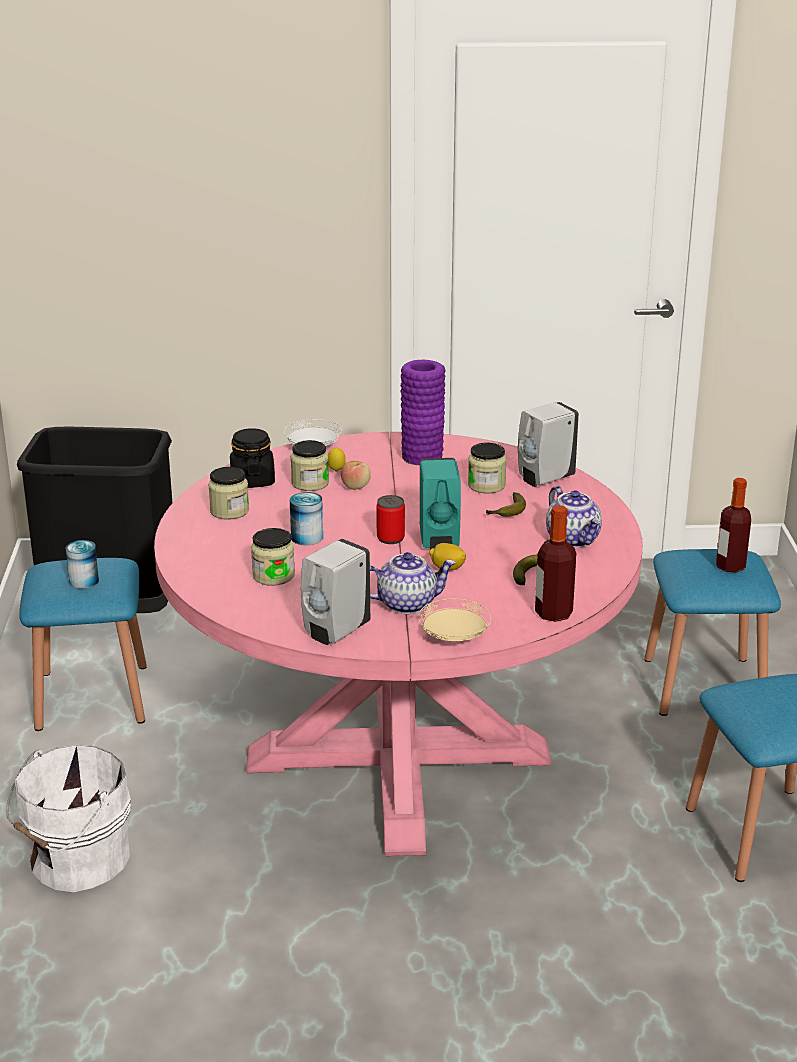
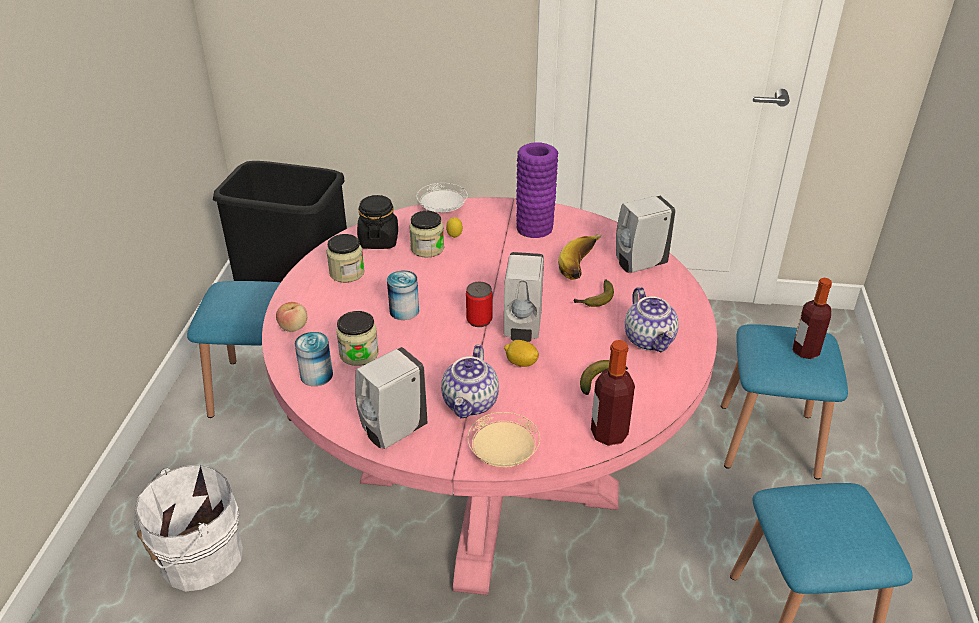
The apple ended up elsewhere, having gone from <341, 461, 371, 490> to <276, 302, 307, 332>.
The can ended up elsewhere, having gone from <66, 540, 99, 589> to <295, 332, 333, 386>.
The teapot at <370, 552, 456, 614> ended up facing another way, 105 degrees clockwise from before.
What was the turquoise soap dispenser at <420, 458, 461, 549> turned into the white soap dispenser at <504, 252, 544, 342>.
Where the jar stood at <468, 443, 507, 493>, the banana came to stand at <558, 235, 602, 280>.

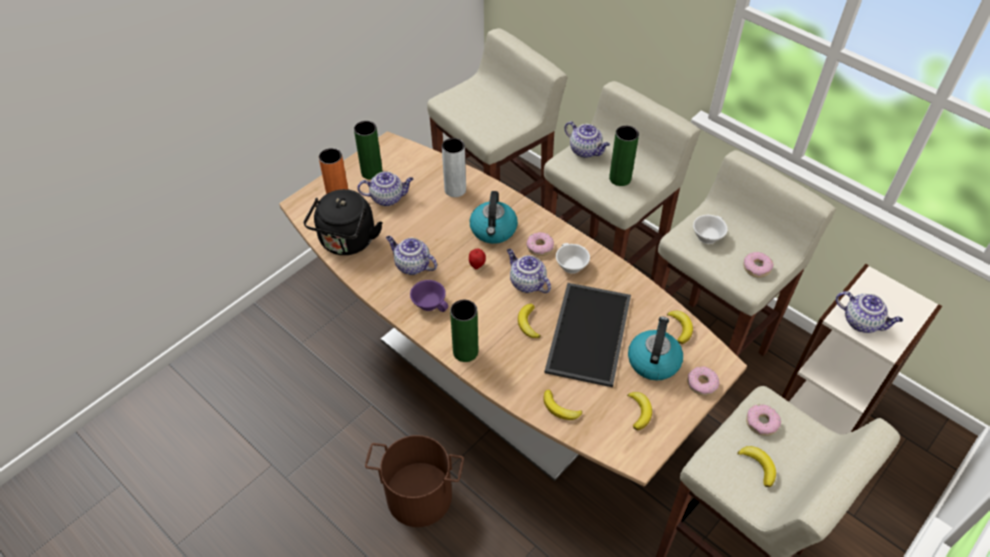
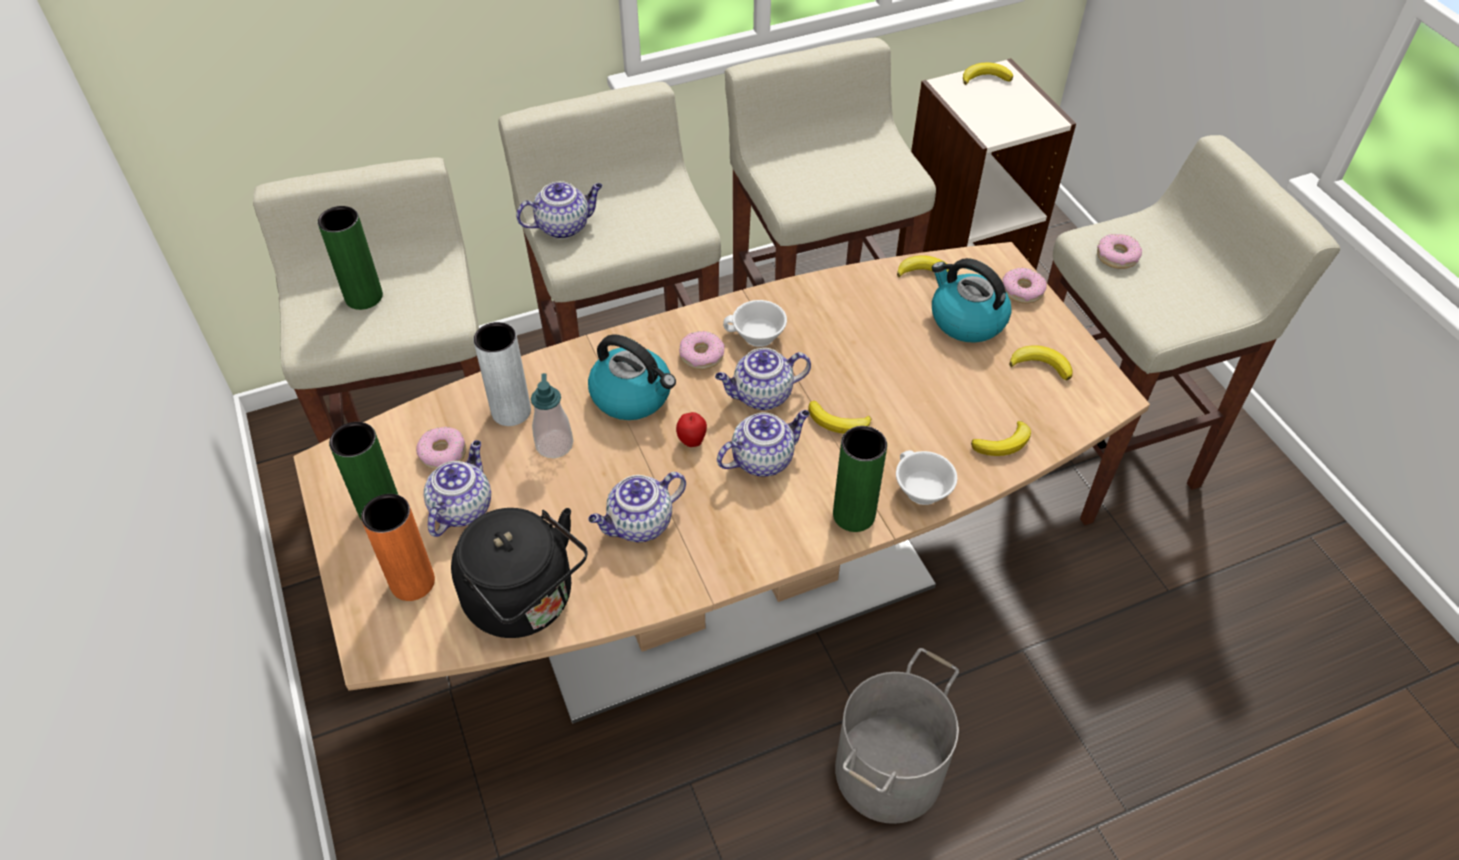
The green vase ended up elsewhere, having gone from <609, 126, 639, 186> to <318, 206, 383, 310>.
The donut ended up elsewhere, having gone from <743, 252, 773, 278> to <416, 427, 466, 470>.
The second view gained the soap dispenser at <531, 373, 573, 458>.
The teapot ended up elsewhere, having gone from <836, 291, 903, 333> to <717, 410, 810, 477>.
What was the brown bucket at <365, 435, 464, 527> turned into the grey bucket at <835, 648, 959, 824>.
The white cup ended up elsewhere, having gone from <693, 215, 728, 244> to <896, 450, 957, 505>.
The banana ended up elsewhere, having gone from <737, 446, 776, 487> to <963, 63, 1013, 85>.
The second view lost the purple cup at <410, 280, 448, 312>.
The second view lost the tray at <544, 283, 631, 387>.

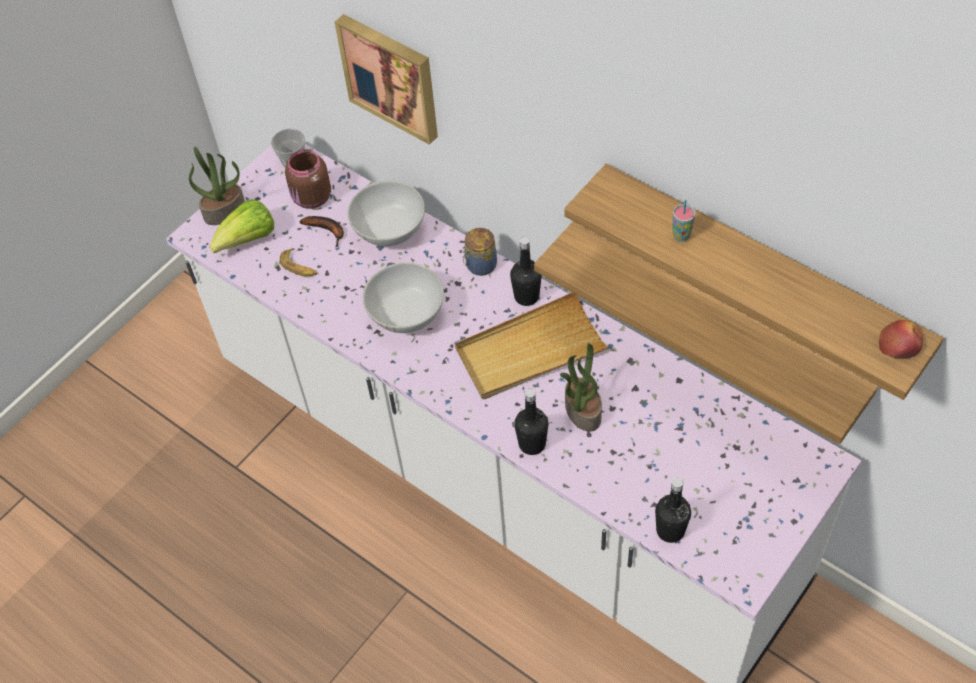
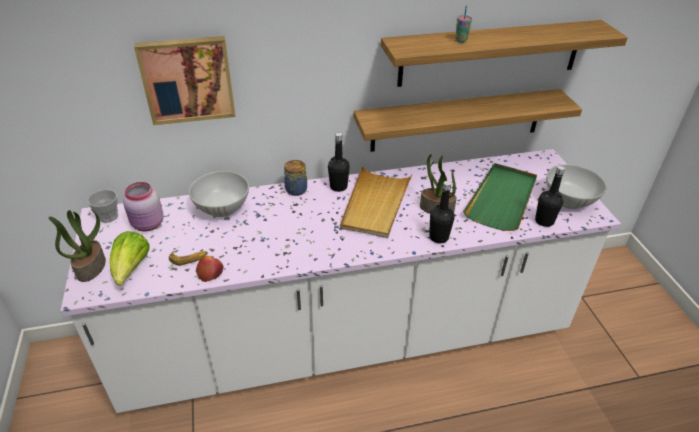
What was the brown jar at <285, 149, 331, 209> turned into the pink jar at <123, 182, 164, 232>.
The apple ended up elsewhere, having gone from <879, 320, 923, 359> to <196, 256, 223, 282>.
The second view gained the green tray at <463, 163, 537, 231>.
The white bowl ended up elsewhere, having gone from <363, 263, 444, 333> to <546, 164, 607, 209>.
The second view lost the banana at <300, 216, 344, 248>.

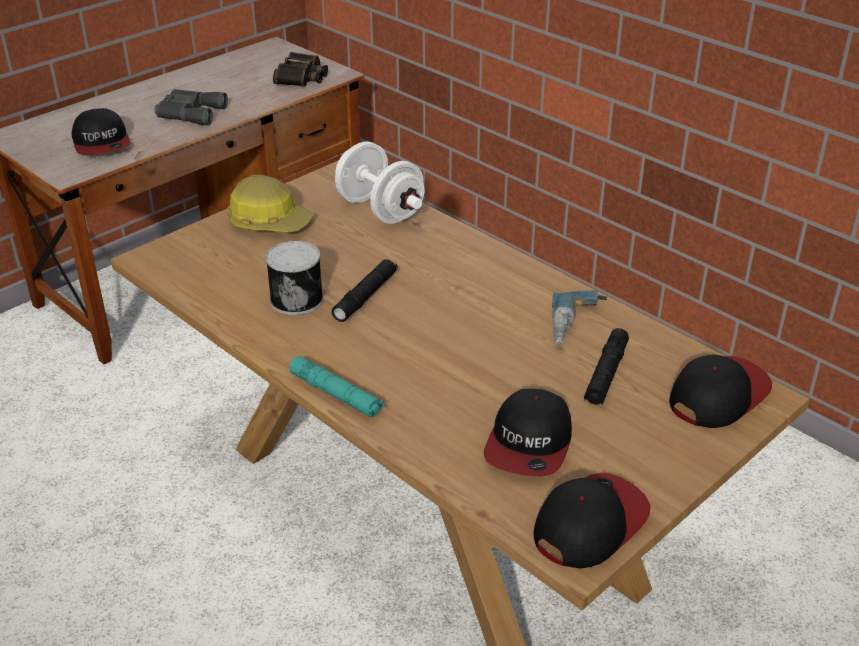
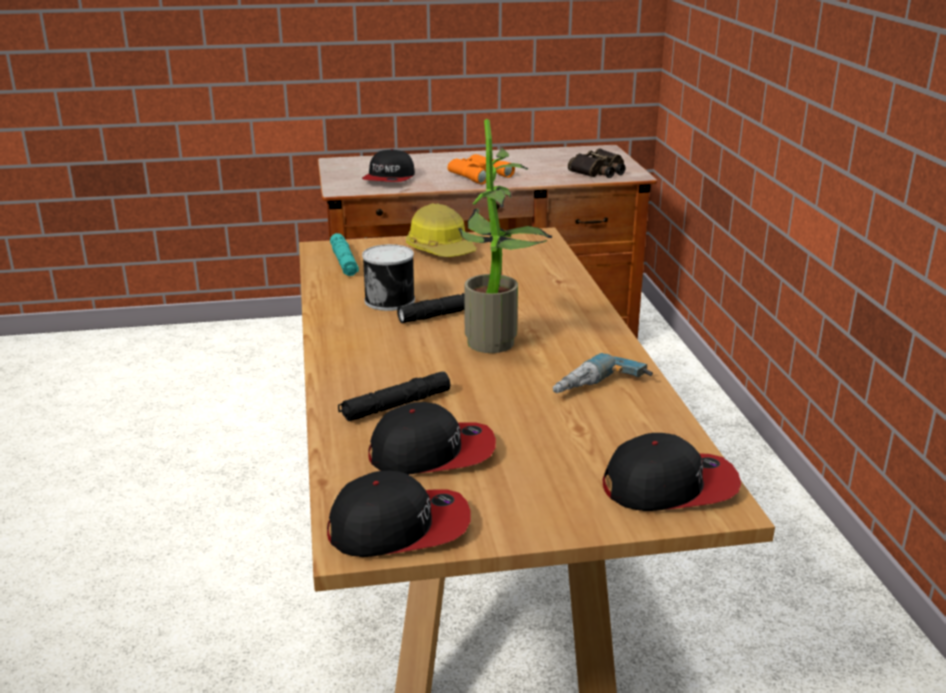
The turquoise flashlight ended up elsewhere, having gone from <289, 356, 385, 418> to <330, 233, 359, 276>.
The black flashlight ended up elsewhere, having gone from <584, 328, 629, 405> to <338, 371, 450, 421>.
The cap at <484, 389, 572, 477> ended up facing another way, 150 degrees counterclockwise from before.
What was the grey binoculars at <154, 89, 228, 125> turned into the orange binoculars at <448, 154, 515, 185>.
The second view gained the potted plant at <458, 119, 552, 353>.
The second view lost the white dumbbell at <335, 141, 425, 224>.

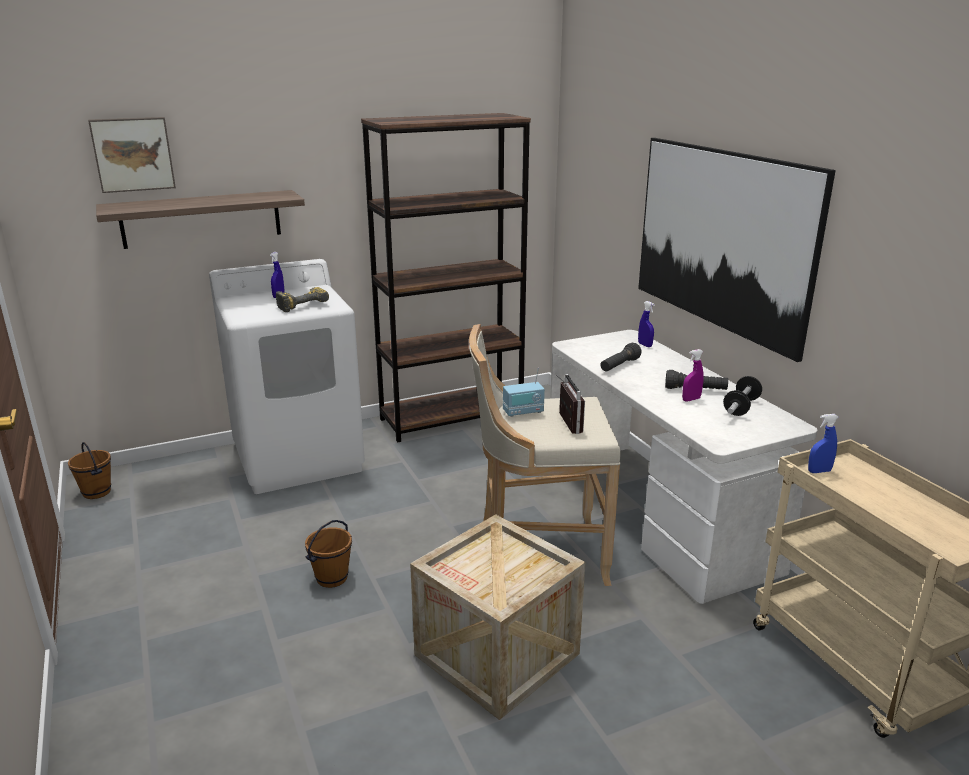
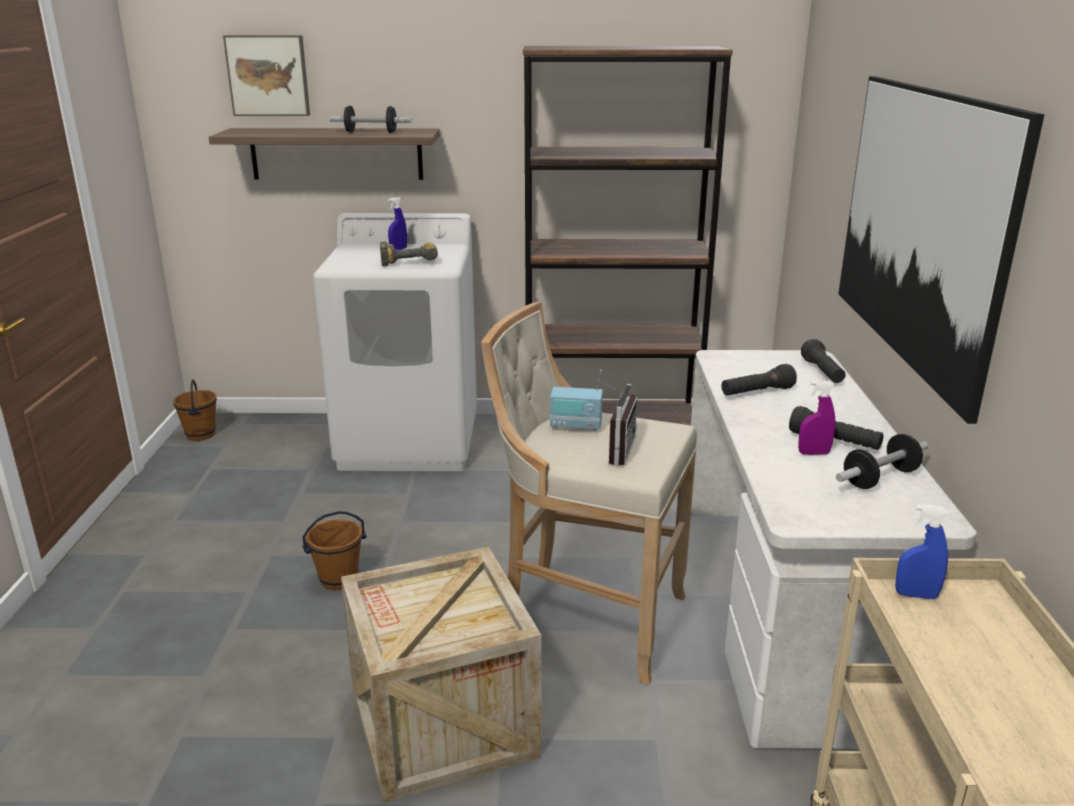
The second view gained the dumbbell at <329, 106, 412, 133>.
Where the blue spray bottle stood at <638, 301, 655, 347>, the black flashlight came to stand at <801, 339, 846, 383>.

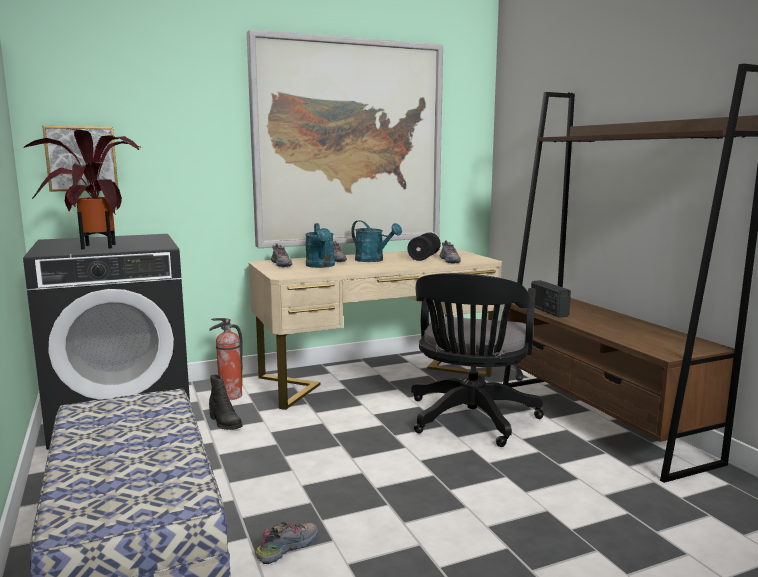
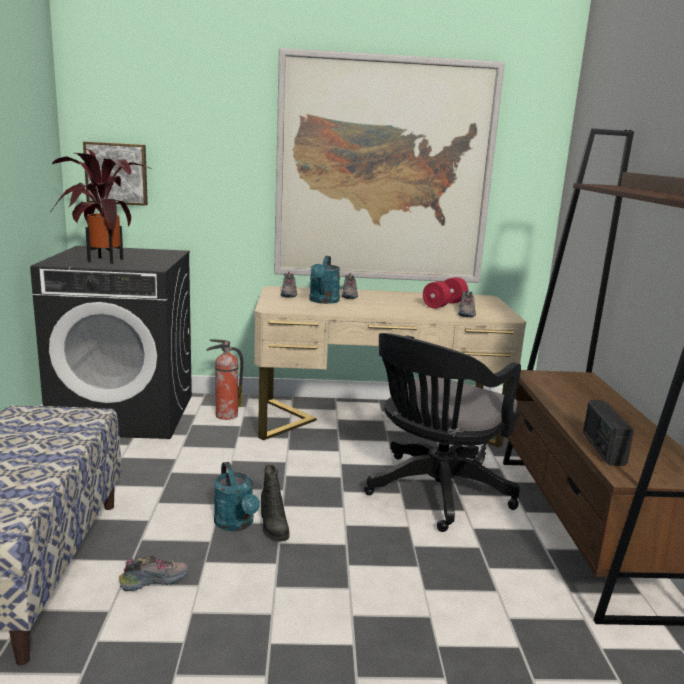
The turquoise watering can ended up elsewhere, having gone from <351, 220, 402, 262> to <214, 462, 260, 531>.
The black boot ended up elsewhere, having gone from <209, 375, 242, 430> to <261, 464, 290, 542>.
What was the black dumbbell at <407, 232, 441, 261> turned into the red dumbbell at <423, 277, 468, 309>.
The radio ended up elsewhere, having gone from <531, 280, 571, 318> to <583, 400, 634, 466>.

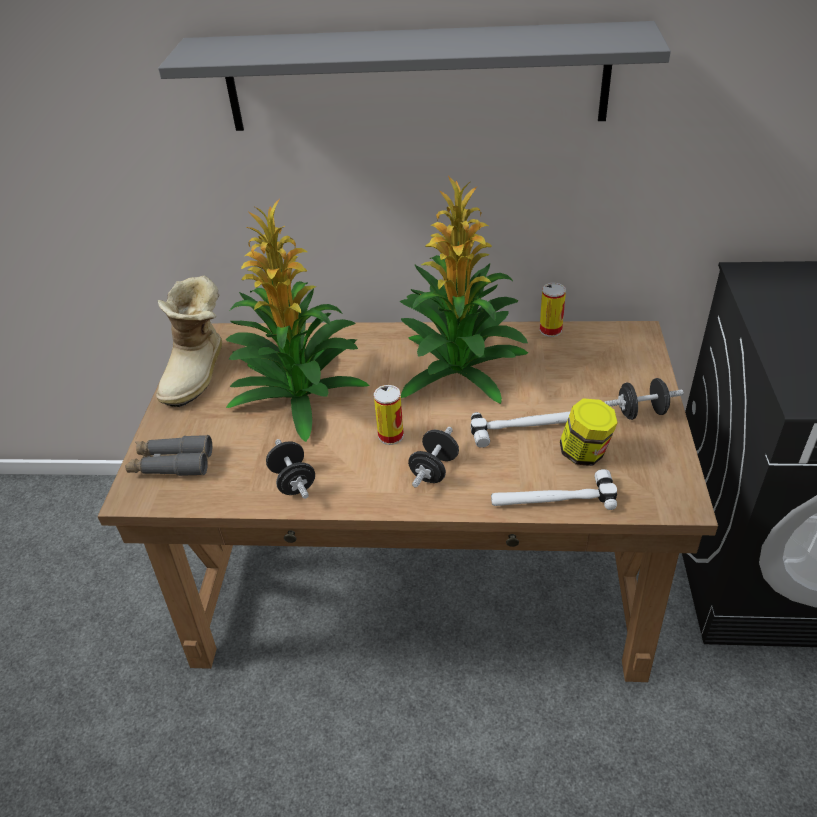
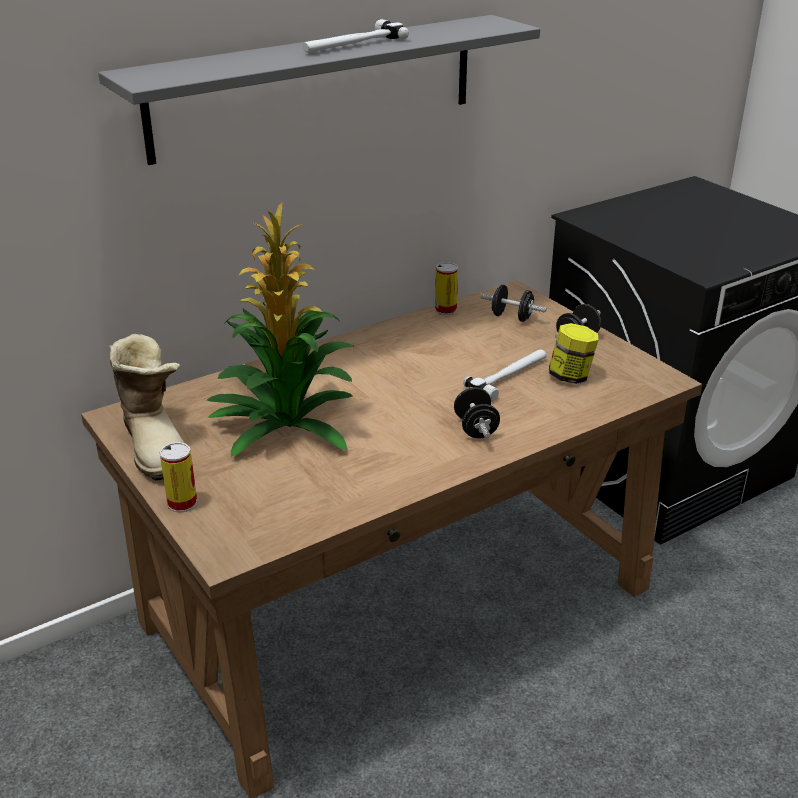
The can ended up elsewhere, having gone from <374, 385, 404, 445> to <160, 442, 197, 513>.
The hammer ended up elsewhere, having gone from <491, 469, 617, 510> to <302, 19, 409, 52>.
The black dumbbell ended up elsewhere, having gone from <266, 439, 315, 499> to <480, 285, 547, 322>.
The second view lost the grey binoculars at <125, 435, 212, 476>.
The second view lost the potted plant at <400, 176, 528, 404>.

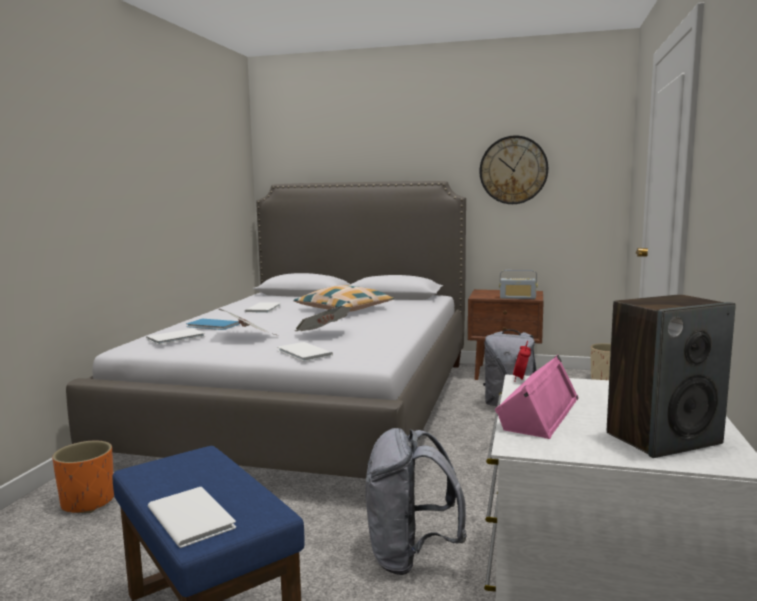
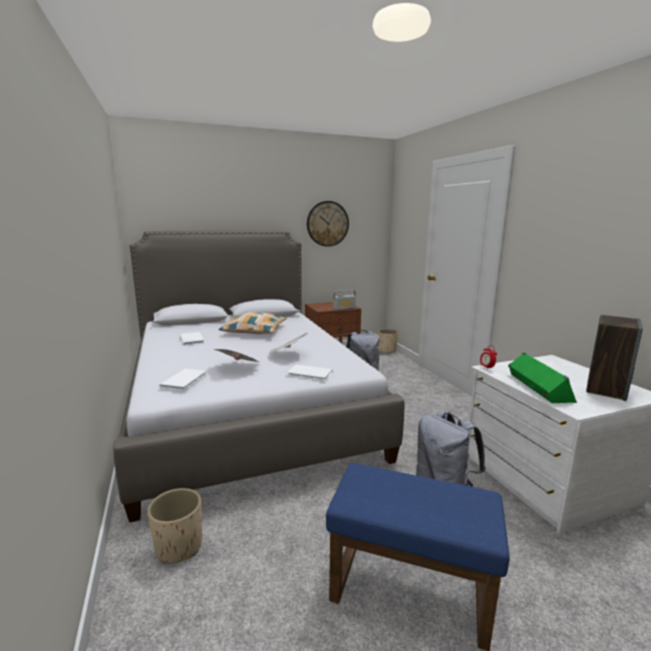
What was the orange planter at <52, 441, 114, 513> turned into the beige planter at <147, 488, 202, 564>.
What was the pink speaker at <495, 355, 579, 439> turned into the green speaker at <508, 352, 577, 403>.
The second view lost the white book at <148, 487, 236, 548>.
The second view lost the blue book at <186, 319, 240, 330>.

